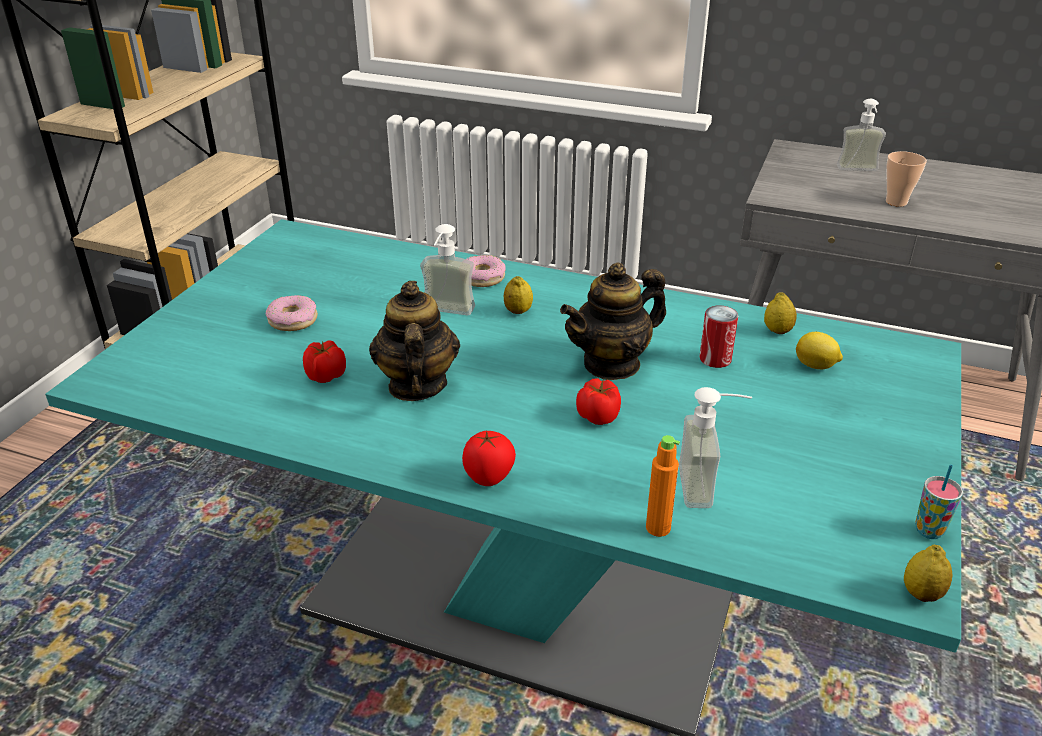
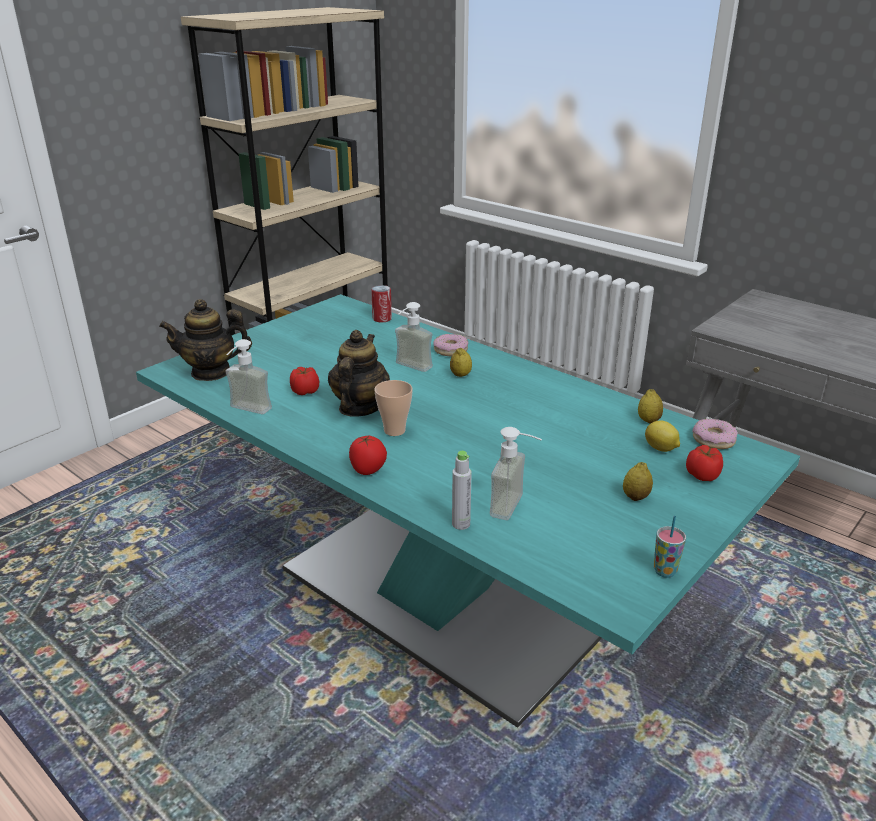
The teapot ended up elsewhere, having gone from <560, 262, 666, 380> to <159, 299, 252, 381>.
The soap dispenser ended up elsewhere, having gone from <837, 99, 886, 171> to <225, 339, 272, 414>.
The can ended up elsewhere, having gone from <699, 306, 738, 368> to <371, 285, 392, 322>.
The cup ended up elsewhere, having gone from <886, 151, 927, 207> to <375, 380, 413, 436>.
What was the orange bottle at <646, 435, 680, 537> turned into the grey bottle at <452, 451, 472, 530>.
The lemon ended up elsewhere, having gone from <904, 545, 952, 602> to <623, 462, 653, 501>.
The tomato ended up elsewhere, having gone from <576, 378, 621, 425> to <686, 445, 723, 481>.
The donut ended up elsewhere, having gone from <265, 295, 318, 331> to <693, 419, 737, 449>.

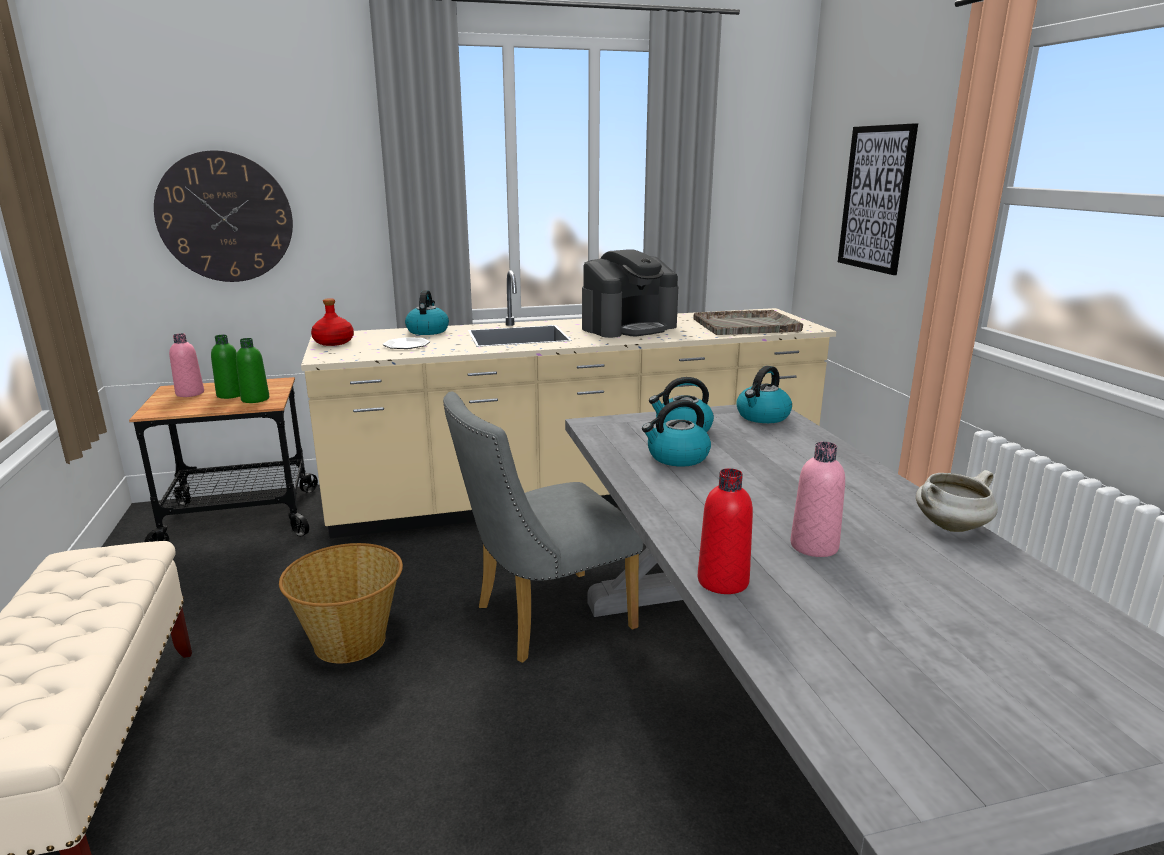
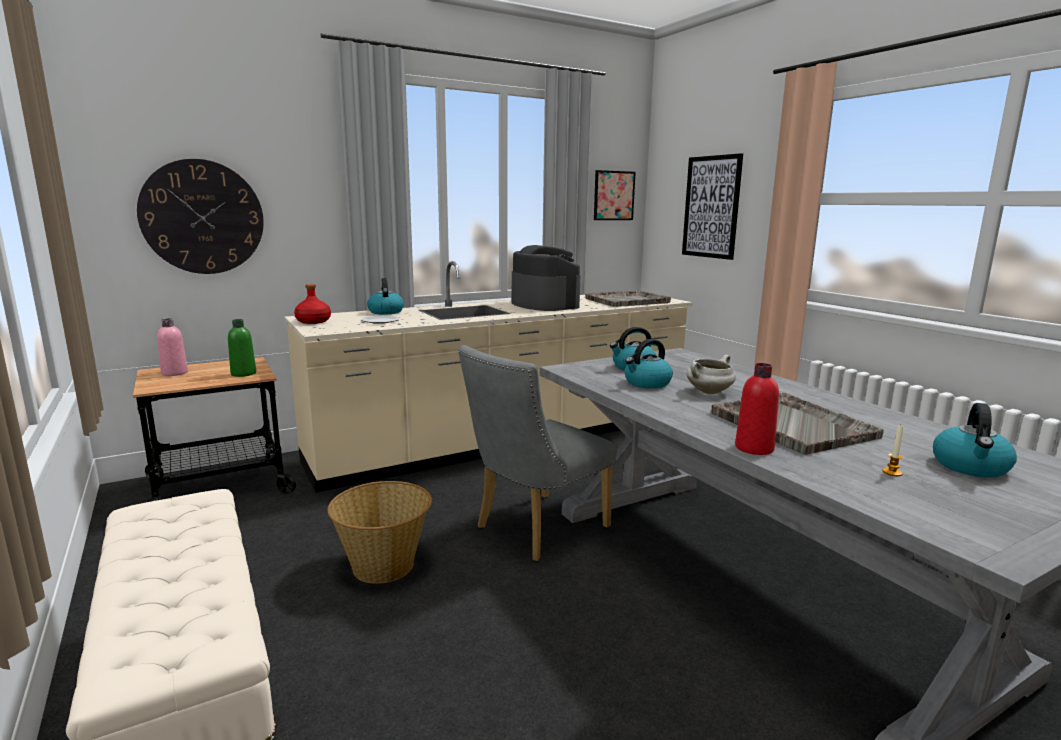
The coffee machine at <582, 249, 678, 338> ended up facing another way, 75 degrees counterclockwise from before.
The second view gained the picture at <594, 170, 636, 220>.
The white cooking pot ended up elsewhere, having gone from <916, 470, 998, 532> to <686, 355, 736, 394>.
Where the pink bottle stood at <790, 442, 845, 557>, the grey tray came to stand at <711, 393, 884, 454>.
The second view gained the candle at <883, 425, 904, 476>.
The kettle ended up elsewhere, having gone from <736, 366, 792, 423> to <933, 403, 1017, 478>.
The second view lost the green bottle at <211, 335, 240, 399>.

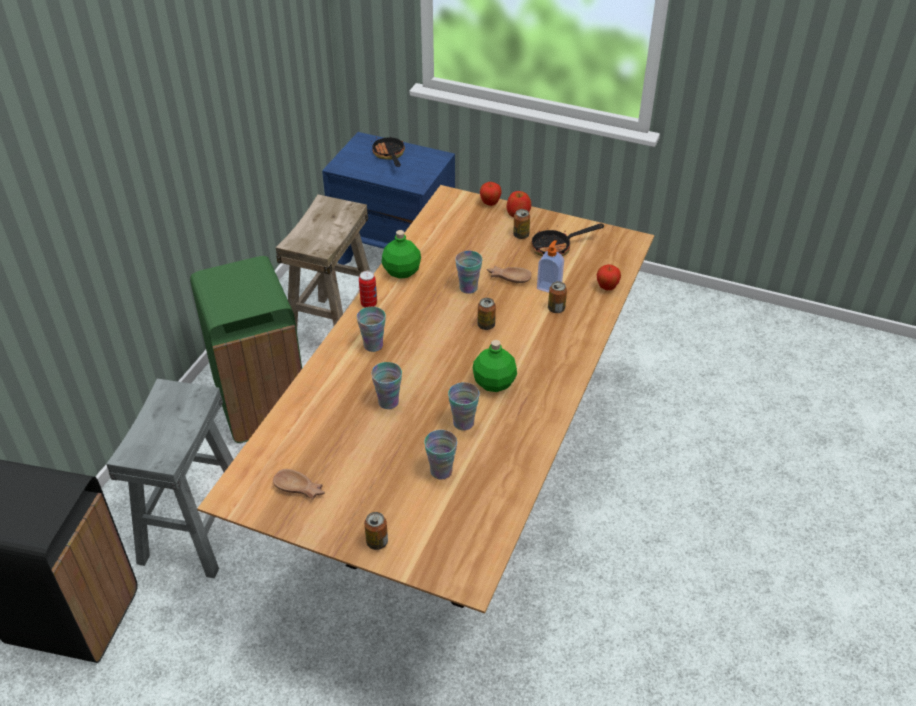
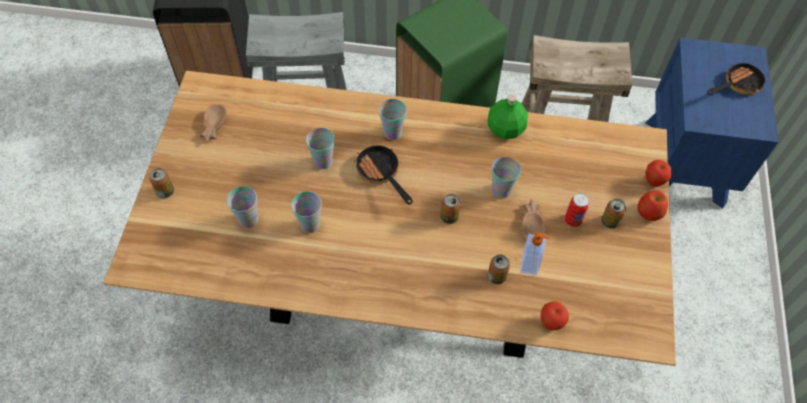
The frying pan ended up elsewhere, having gone from <532, 222, 604, 256> to <354, 145, 413, 205>.
The can ended up elsewhere, having gone from <359, 271, 377, 308> to <565, 193, 589, 227>.
The second view lost the green bottle at <473, 340, 517, 392>.

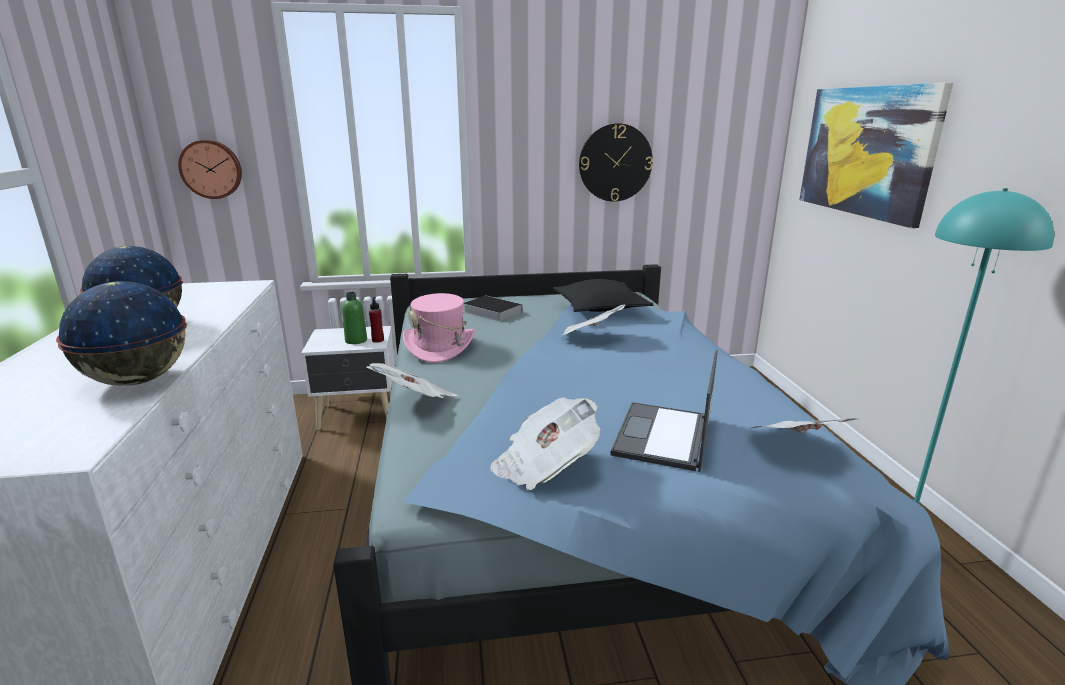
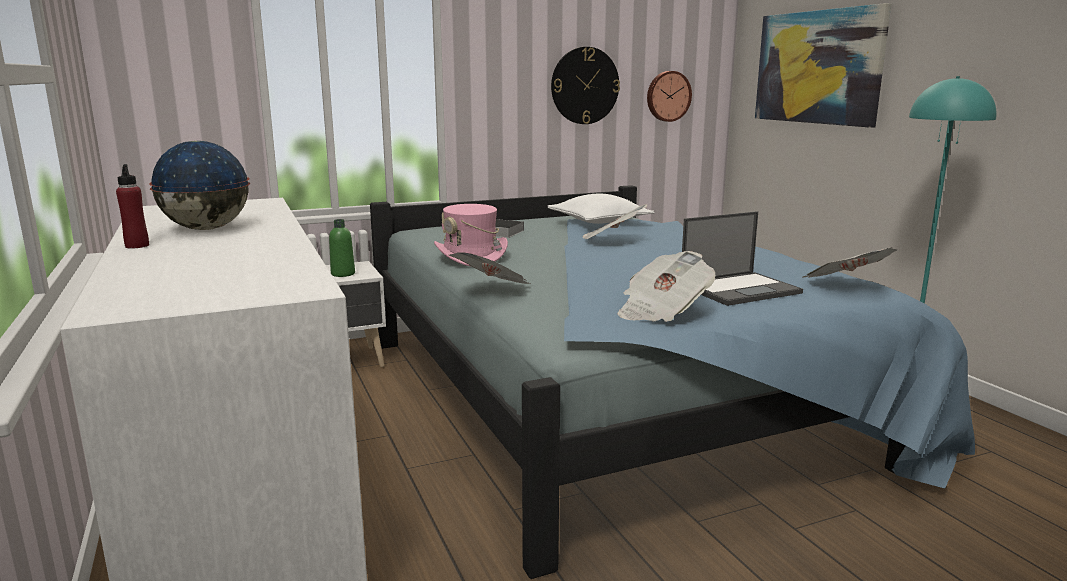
The red bottle ended up elsewhere, having gone from <369, 297, 384, 343> to <116, 164, 149, 248>.
What was the black pillow at <553, 279, 653, 312> turned into the white pillow at <548, 194, 655, 224>.
The wall clock ended up elsewhere, having gone from <178, 140, 242, 199> to <647, 71, 692, 122>.
The laptop at <610, 350, 718, 472> ended up facing another way, 120 degrees counterclockwise from before.
The second view lost the globe at <56, 281, 187, 386>.

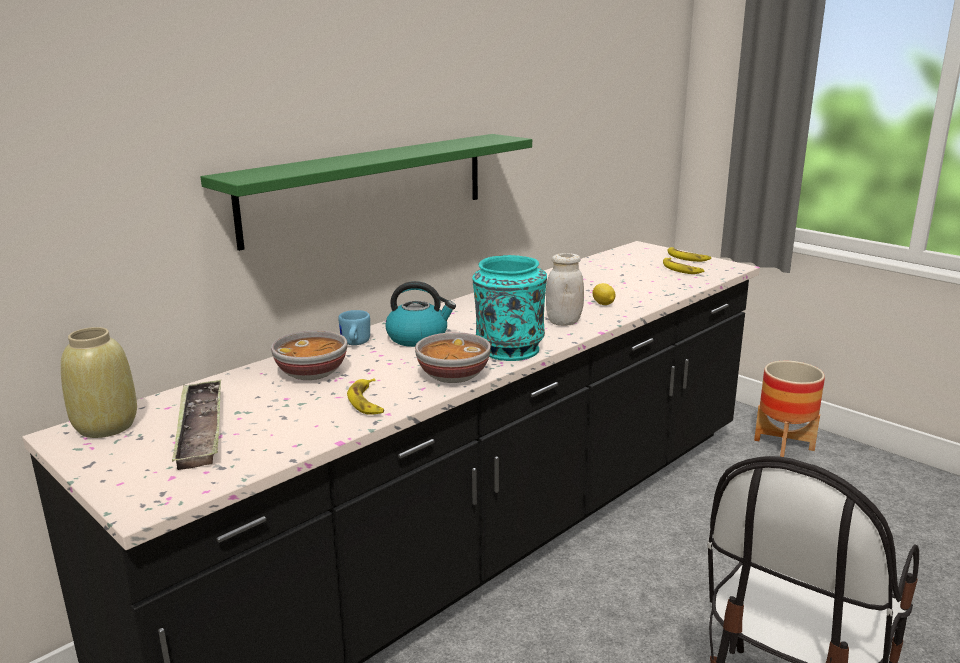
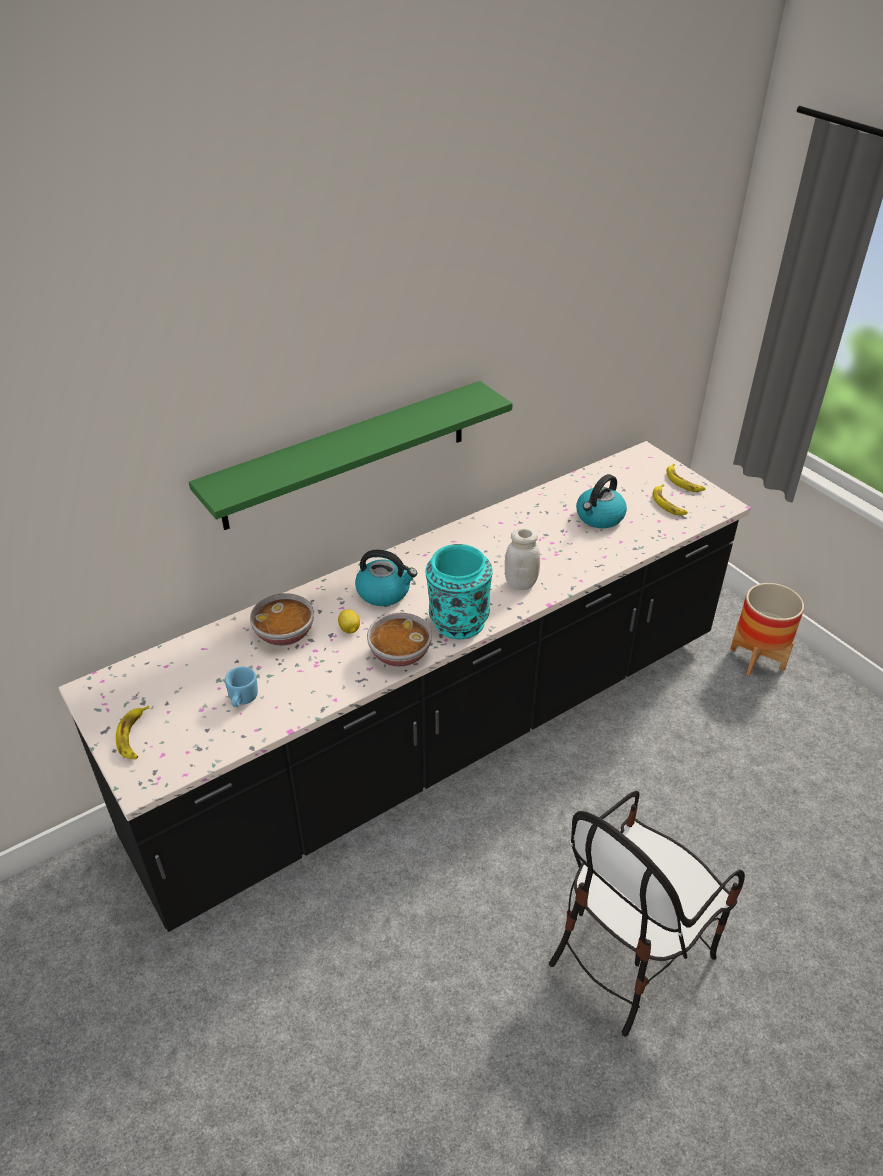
The banana ended up elsewhere, having gone from <347, 378, 384, 415> to <116, 706, 149, 759>.
The blue mug ended up elsewhere, having gone from <338, 310, 370, 345> to <225, 666, 258, 707>.
The lemon ended up elsewhere, having gone from <593, 283, 615, 305> to <338, 609, 360, 634>.
The second view gained the kettle at <576, 474, 627, 528>.
The second view lost the beige vase at <61, 327, 137, 438>.
The second view lost the tray at <172, 380, 221, 470>.

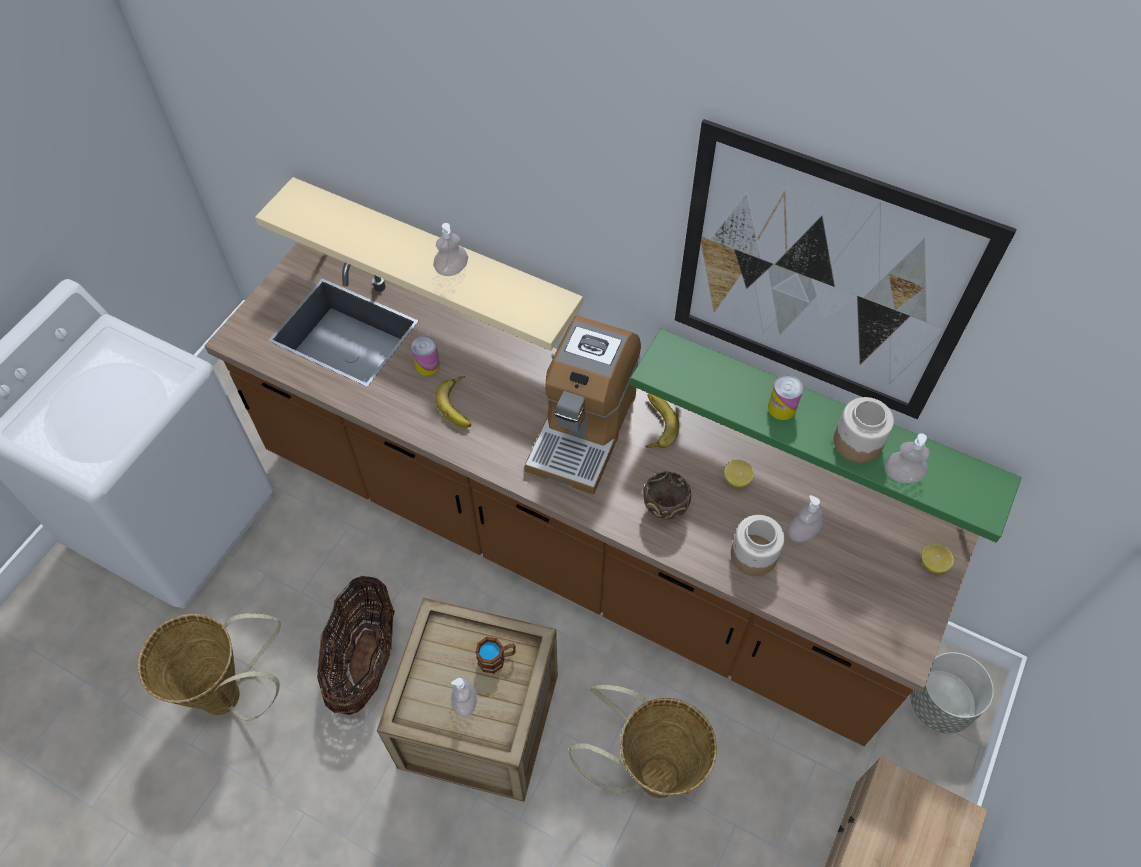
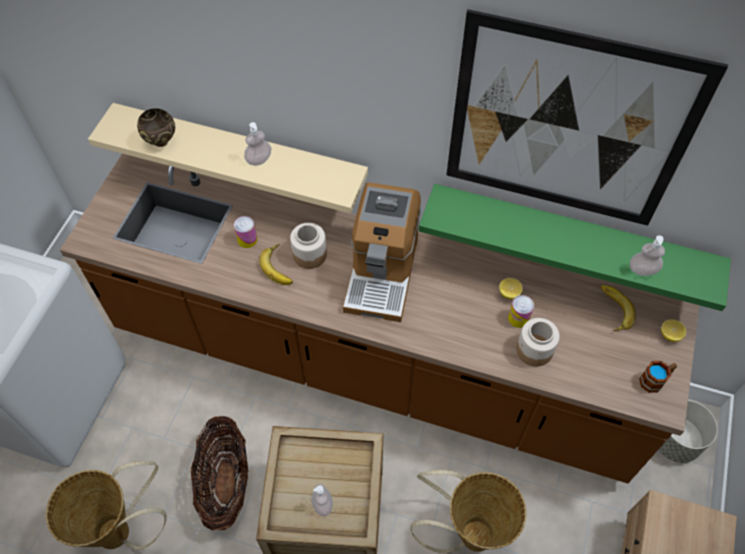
The brown bowl ended up elsewhere, having gone from <643, 471, 691, 520> to <137, 108, 175, 147>.
The jar ended up elsewhere, having gone from <833, 397, 894, 463> to <290, 223, 327, 269>.
The can ended up elsewhere, having gone from <768, 375, 803, 420> to <508, 295, 534, 328>.
The banana ended up elsewhere, having gone from <646, 393, 679, 448> to <601, 285, 636, 331>.
The mug ended up elsewhere, having gone from <475, 637, 516, 673> to <639, 361, 677, 393>.
The second view lost the soap dispenser at <788, 495, 823, 542>.

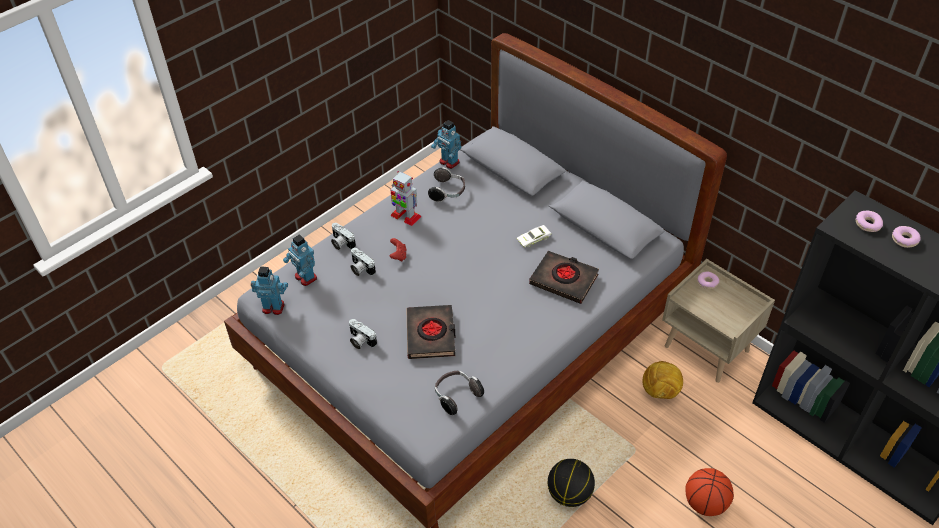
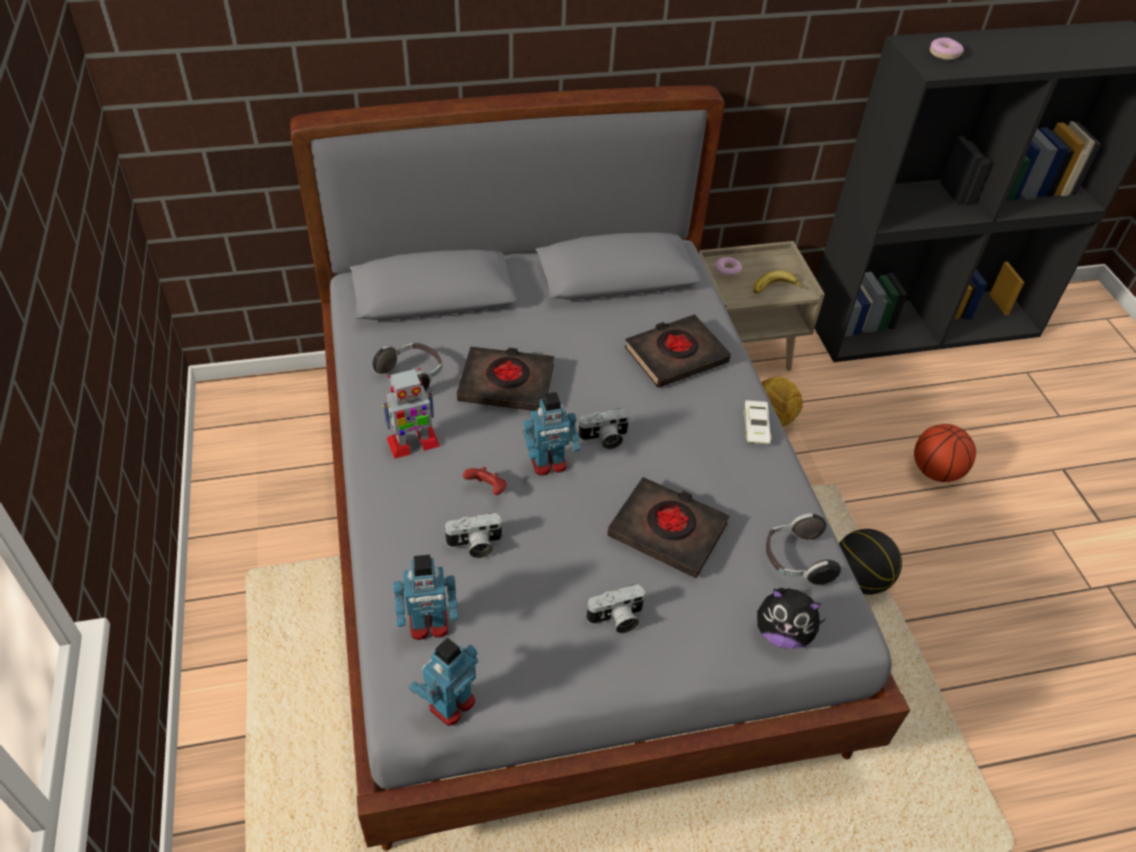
The second view gained the black book at <457, 347, 554, 411>.
The toy robot ended up elsewhere, having gone from <431, 120, 461, 169> to <524, 392, 581, 476>.
The photo camera ended up elsewhere, having gone from <331, 223, 356, 250> to <577, 408, 630, 449>.
The white toy car ended up elsewhere, having gone from <516, 225, 552, 247> to <743, 400, 771, 444>.
The second view gained the banana at <754, 271, 804, 294>.
The second view gained the plush toy at <757, 588, 825, 649>.
The second view lost the donut at <892, 226, 921, 248>.

